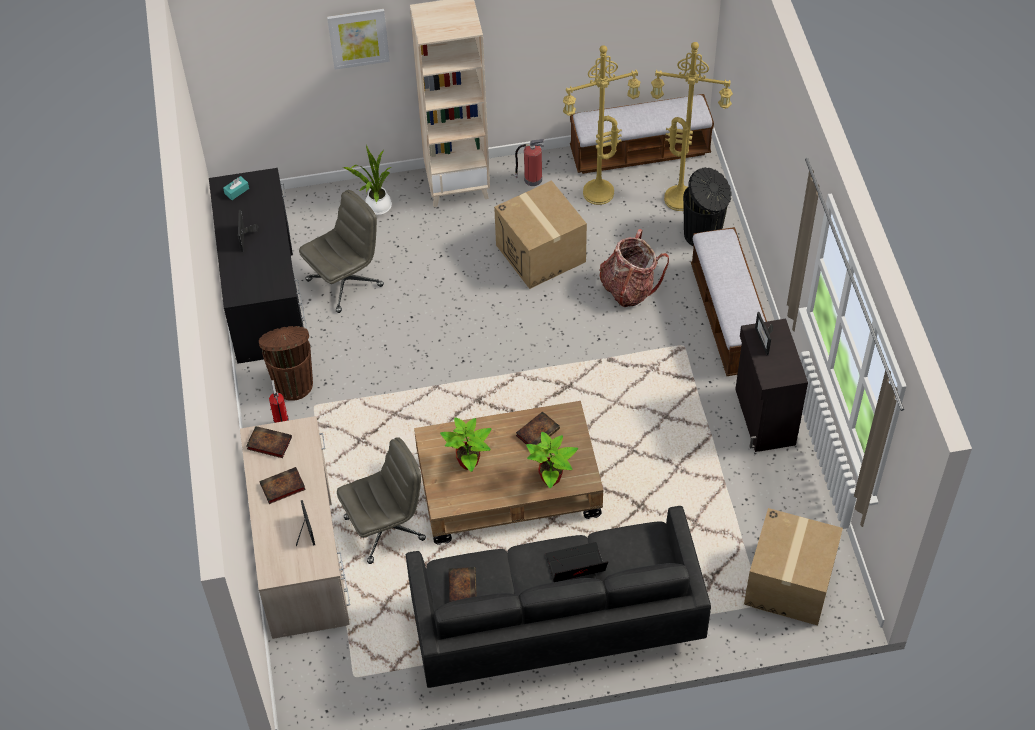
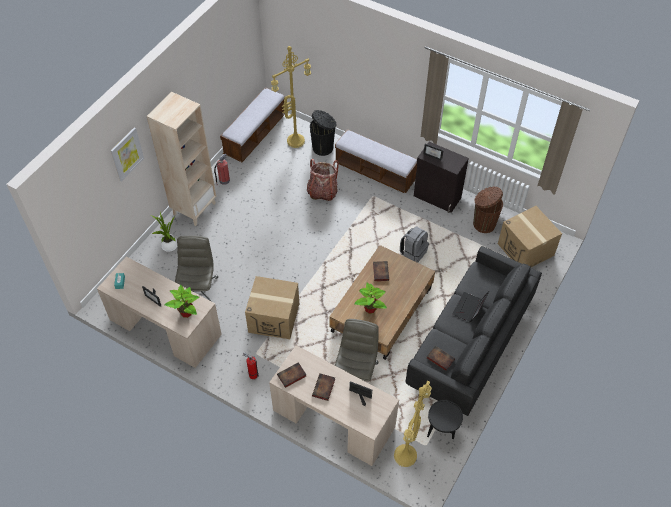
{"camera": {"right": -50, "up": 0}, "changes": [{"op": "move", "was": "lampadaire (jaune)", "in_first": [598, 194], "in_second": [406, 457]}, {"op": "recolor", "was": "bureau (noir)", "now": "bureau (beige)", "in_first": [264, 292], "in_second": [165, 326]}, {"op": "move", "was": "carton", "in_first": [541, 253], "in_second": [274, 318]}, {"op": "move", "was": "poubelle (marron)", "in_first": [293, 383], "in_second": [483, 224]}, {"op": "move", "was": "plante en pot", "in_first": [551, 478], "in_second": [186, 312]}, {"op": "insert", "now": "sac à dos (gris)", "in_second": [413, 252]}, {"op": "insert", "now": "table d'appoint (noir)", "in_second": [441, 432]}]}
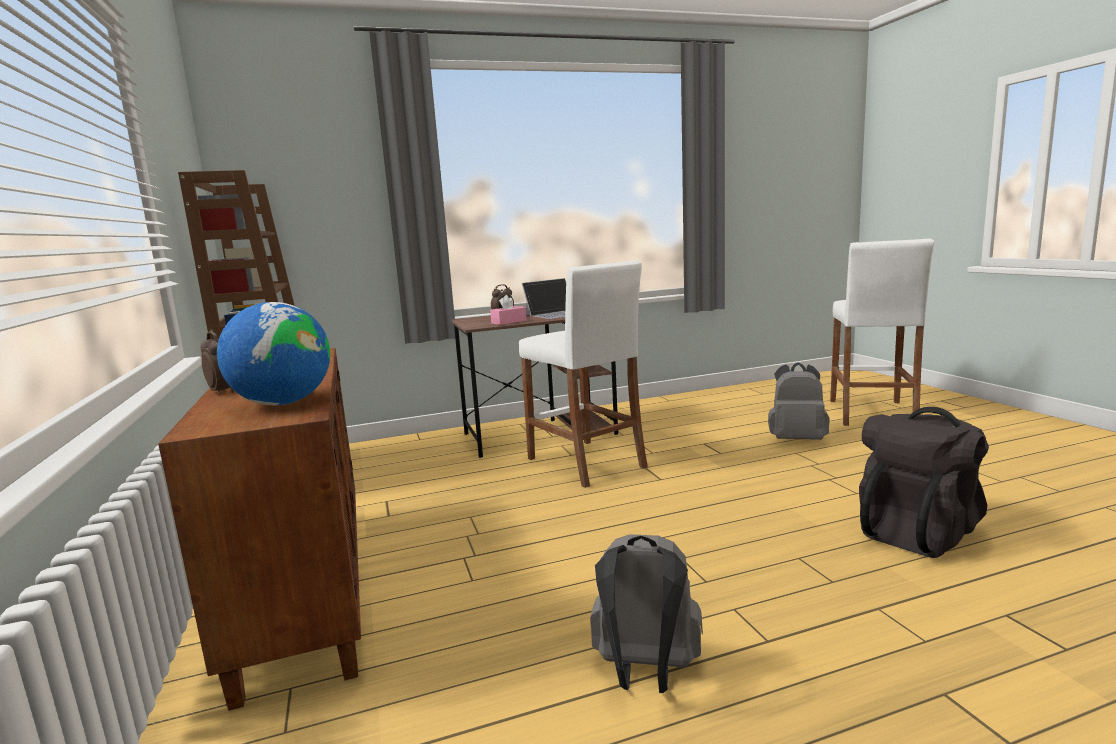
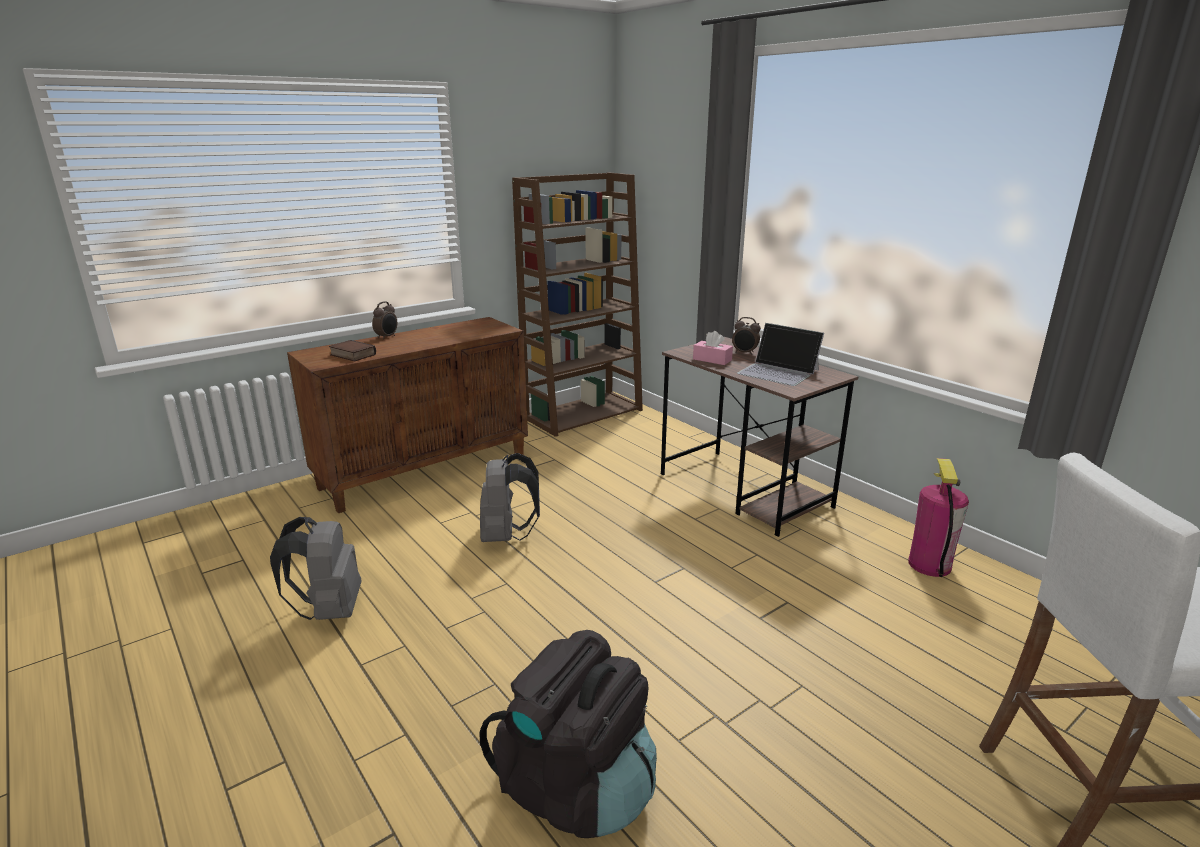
{"camera": {"right": 70, "up": 10}, "changes": [{"op": "delete", "was": "tabouret (blanc)", "in_first": [586, 463]}, {"op": "replace", "was": "globe", "now": "livre", "in_first": [283, 403], "in_second": [351, 355]}, {"op": "move", "was": "sac à dos (gris)", "in_first": [796, 440], "in_second": [506, 536]}, {"op": "insert", "now": "extincteur", "in_second": [929, 565]}]}
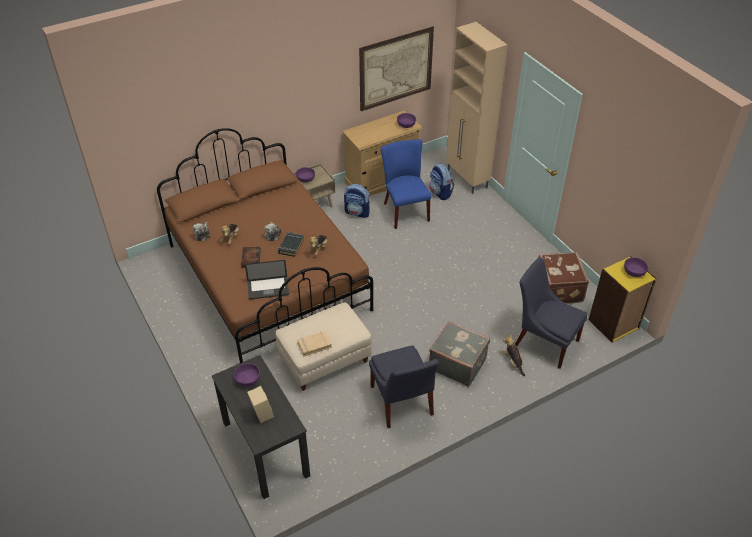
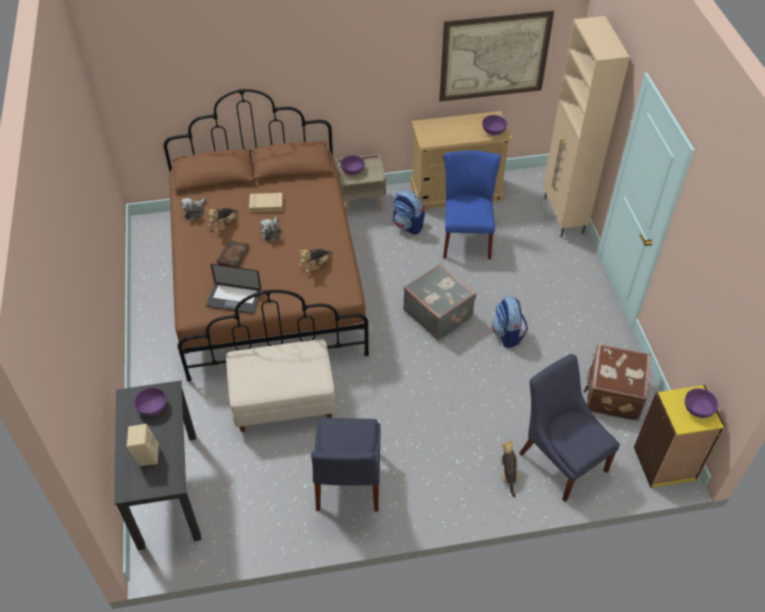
{"camera": {"right": 20, "up": 5}, "changes": [{"op": "move", "was": "sac à dos", "in_first": [440, 193], "in_second": [507, 334]}, {"op": "delete", "was": "livre (noir)", "in_first": [291, 246]}, {"op": "move", "was": "valise (gris)", "in_first": [457, 363], "in_second": [438, 313]}, {"op": "move", "was": "livre (beige)", "in_first": [314, 345], "in_second": [266, 204]}]}
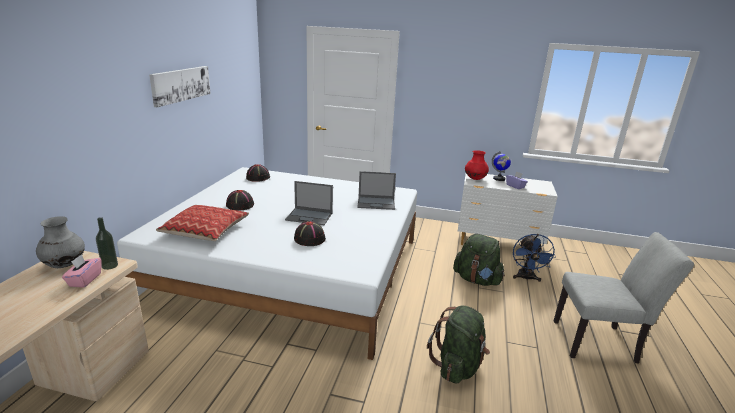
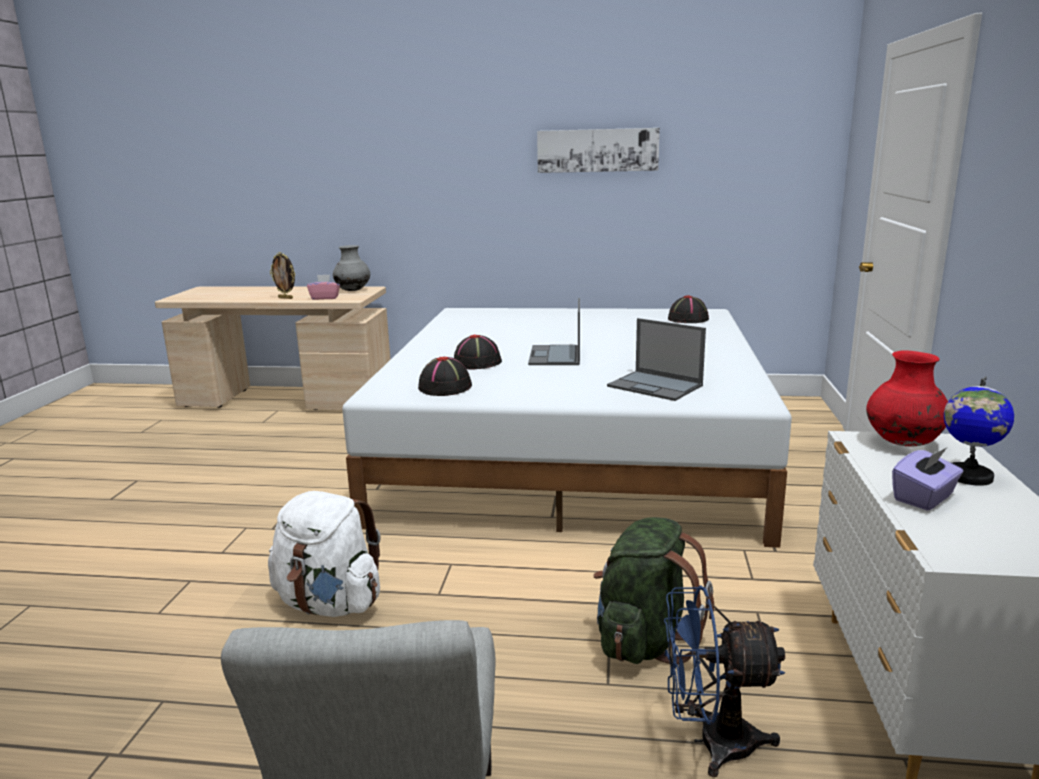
{"camera": {"right": 85, "up": -5}, "changes": [{"op": "rotate", "was": "ordinateur portable", "in_first": [376, 203], "in_second": [656, 386], "clockwise": -45}, {"op": "move", "was": "chapeau (noir)", "in_first": [239, 205], "in_second": [445, 387]}, {"op": "delete", "was": "coussin", "in_first": [205, 230]}, {"op": "delete", "was": "bouteille", "in_first": [110, 265]}, {"op": "recolor", "was": "sac à dos (vert)", "now": "sac à dos (blanc)", "in_first": [457, 366], "in_second": [330, 604]}, {"op": "insert", "now": "cadre photo", "in_second": [286, 298]}]}
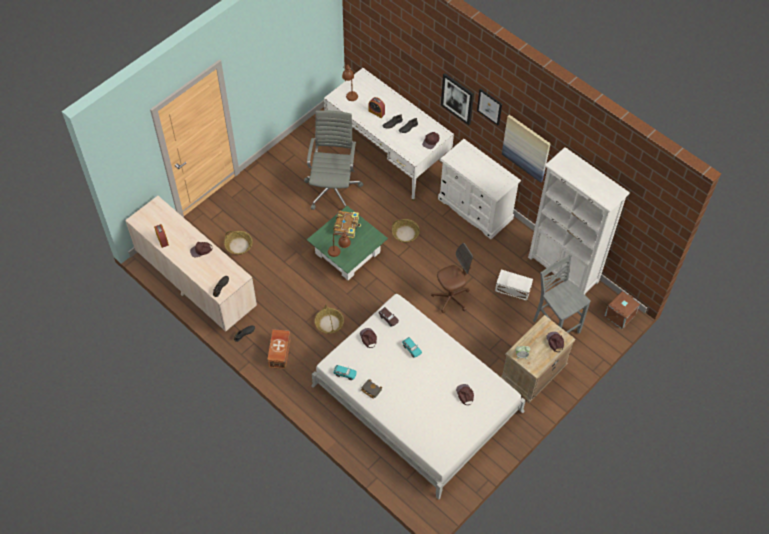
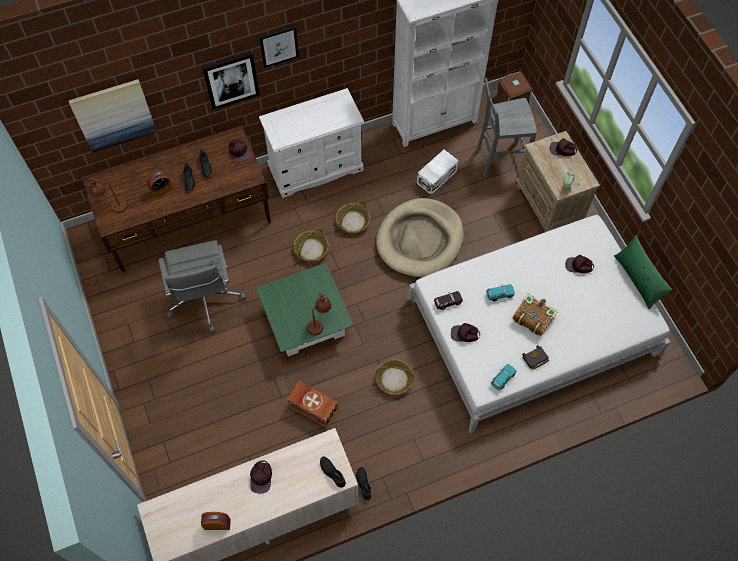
{"camera": {"right": -65, "up": 5}, "changes": [{"op": "recolor", "was": "bureau (blanc)", "now": "bureau (marron)", "in_first": [387, 153], "in_second": [188, 221]}, {"op": "rotate", "was": "chaise de bureau (gris)", "in_first": [333, 188], "in_second": [205, 299], "clockwise": -135}, {"op": "move", "was": "tableau", "in_first": [526, 148], "in_second": [113, 115]}, {"op": "move", "was": "livre", "in_first": [347, 226], "in_second": [533, 317]}, {"op": "move", "was": "panier", "in_first": [239, 245], "in_second": [353, 221]}, {"op": "replace", "was": "chaise de bureau (marron)", "now": "panier pour chien (beige)", "in_first": [451, 298], "in_second": [420, 240]}, {"op": "move", "was": "boîte de rangement (marron)", "in_first": [280, 352], "in_second": [313, 407]}, {"op": "insert", "now": "coussin (vert)", "in_second": [638, 279]}]}
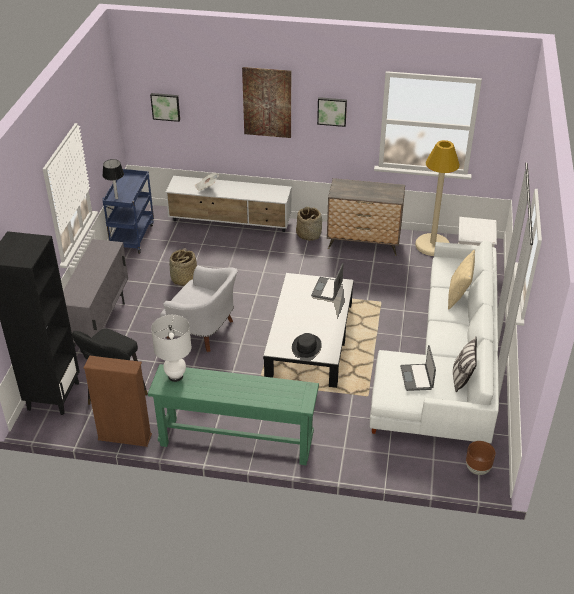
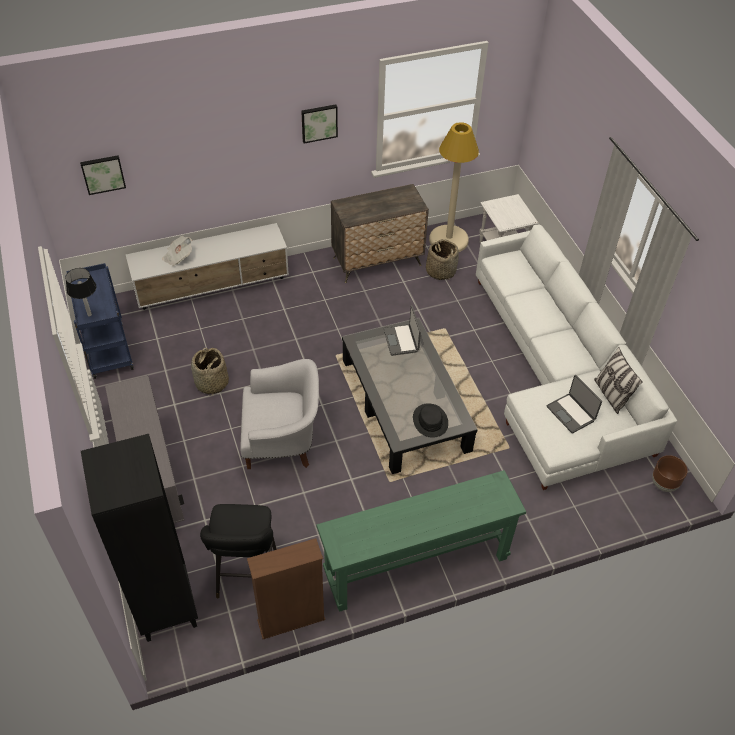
{"camera": {"right": -30, "up": 10}, "changes": [{"op": "delete", "was": "tableau", "in_first": [267, 102]}, {"op": "move", "was": "panier", "in_first": [309, 234], "in_second": [440, 271]}, {"op": "delete", "was": "coussin (beige)", "in_first": [458, 295]}, {"op": "delete", "was": "lampe de table (blanc)", "in_first": [175, 376]}]}
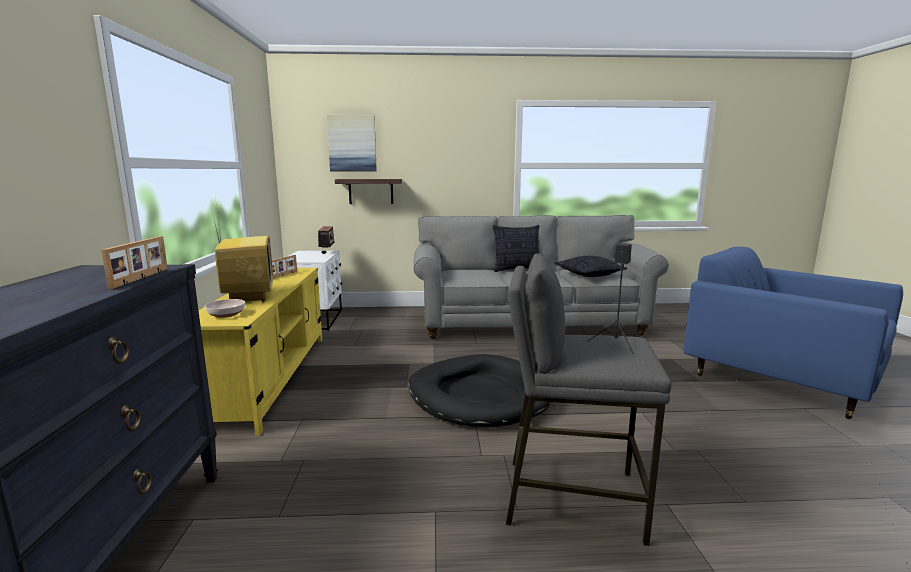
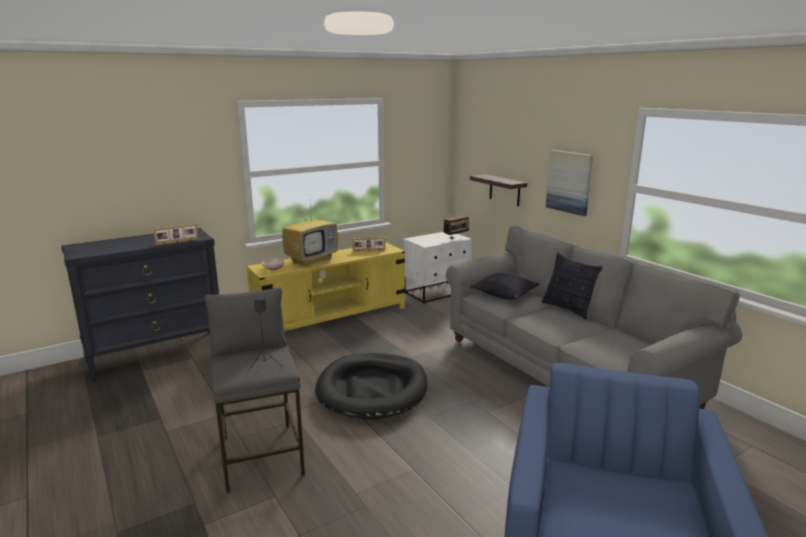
{"camera": {"right": 60, "up": 5}, "changes": [{"op": "move", "was": "tableau", "in_first": [352, 143], "in_second": [569, 182]}, {"op": "move", "was": "coussin", "in_first": [589, 275], "in_second": [504, 294]}]}
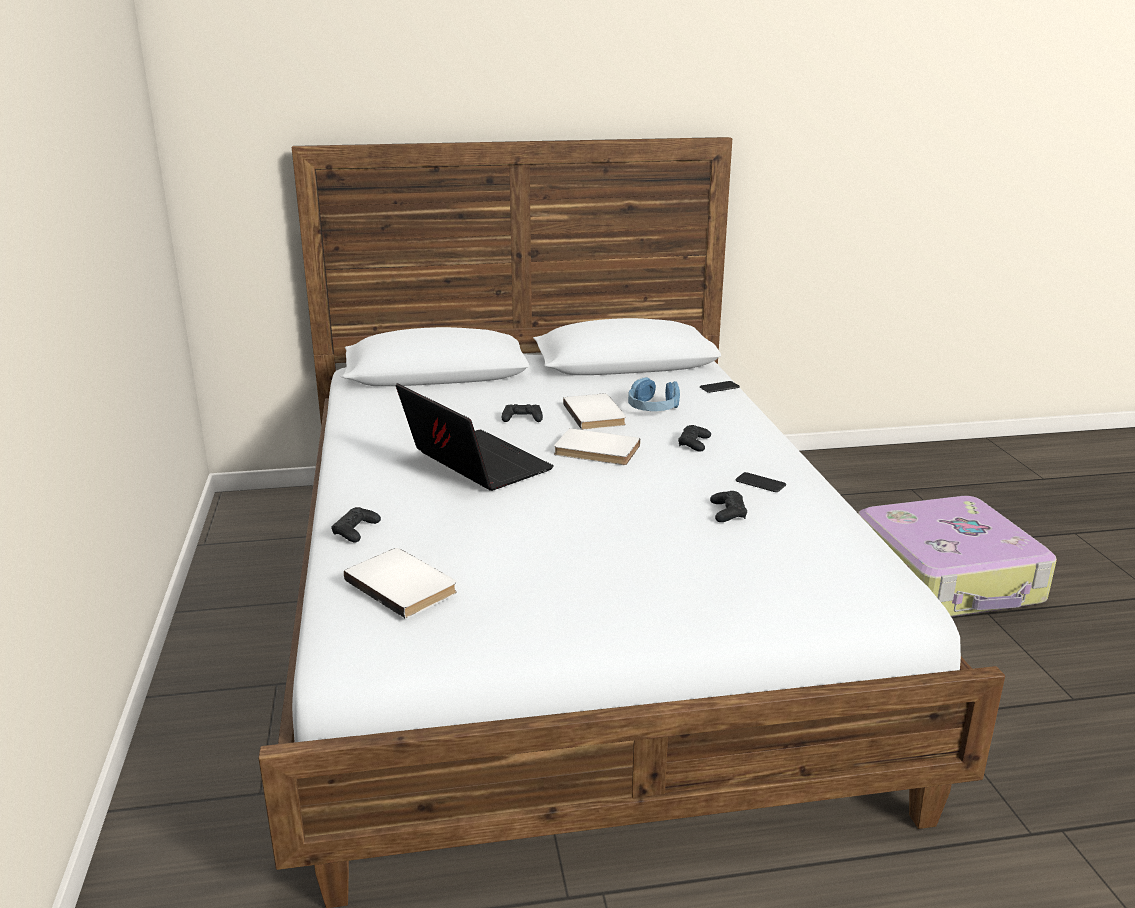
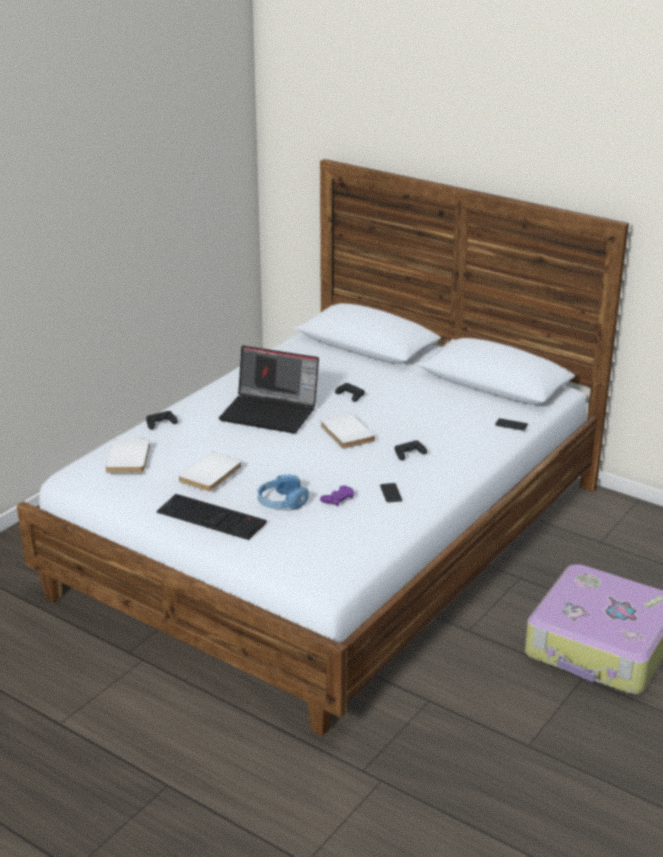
{"camera": {"right": 45, "up": 5}, "changes": [{"op": "move", "was": "casque audio (bleu)", "in_first": [653, 408], "in_second": [281, 502]}, {"op": "rotate", "was": "ordinateur portable", "in_first": [473, 464], "in_second": [271, 412], "clockwise": 105}, {"op": "move", "was": "livre (blanc)", "in_first": [596, 414], "in_second": [212, 474]}, {"op": "recolor", "was": "manette (noir)", "now": "manette (violet)", "in_first": [728, 512], "in_second": [338, 499]}, {"op": "insert", "now": "clavier", "in_second": [213, 517]}]}
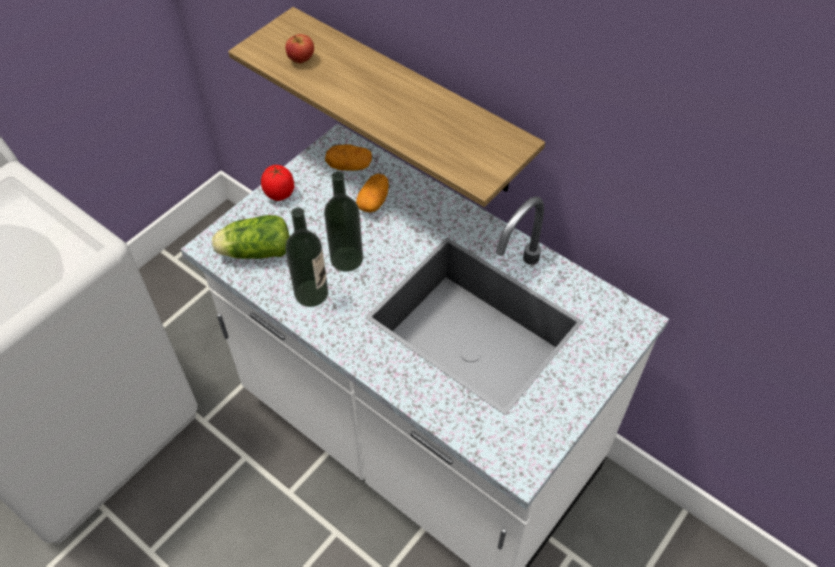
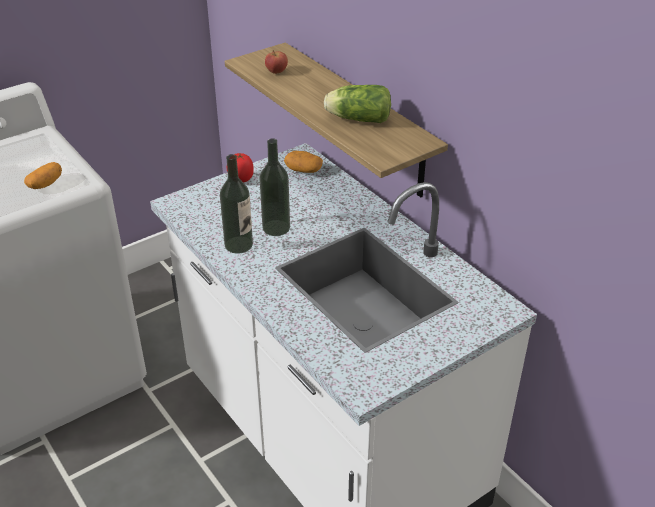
{"camera": {"right": 15, "up": -15}, "changes": [{"op": "move", "was": "pomme de terre", "in_first": [374, 201], "in_second": [45, 184]}, {"op": "move", "was": "laitue", "in_first": [253, 251], "in_second": [356, 119]}]}
